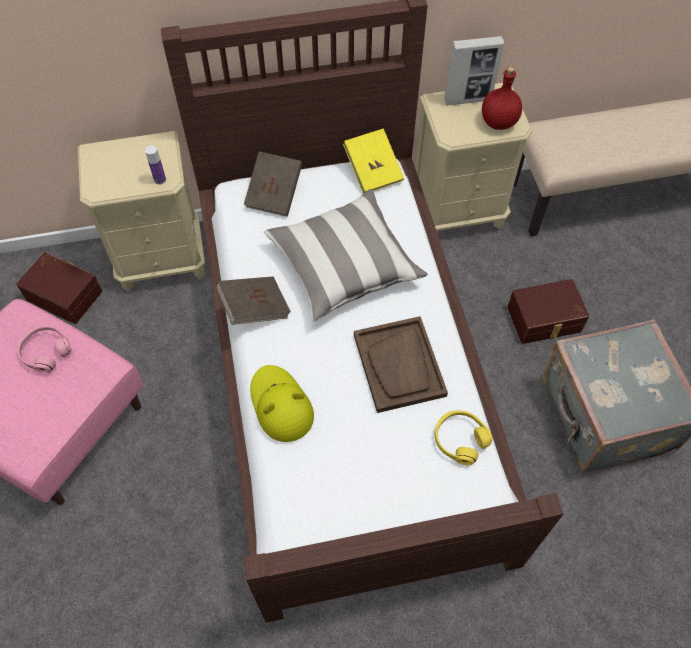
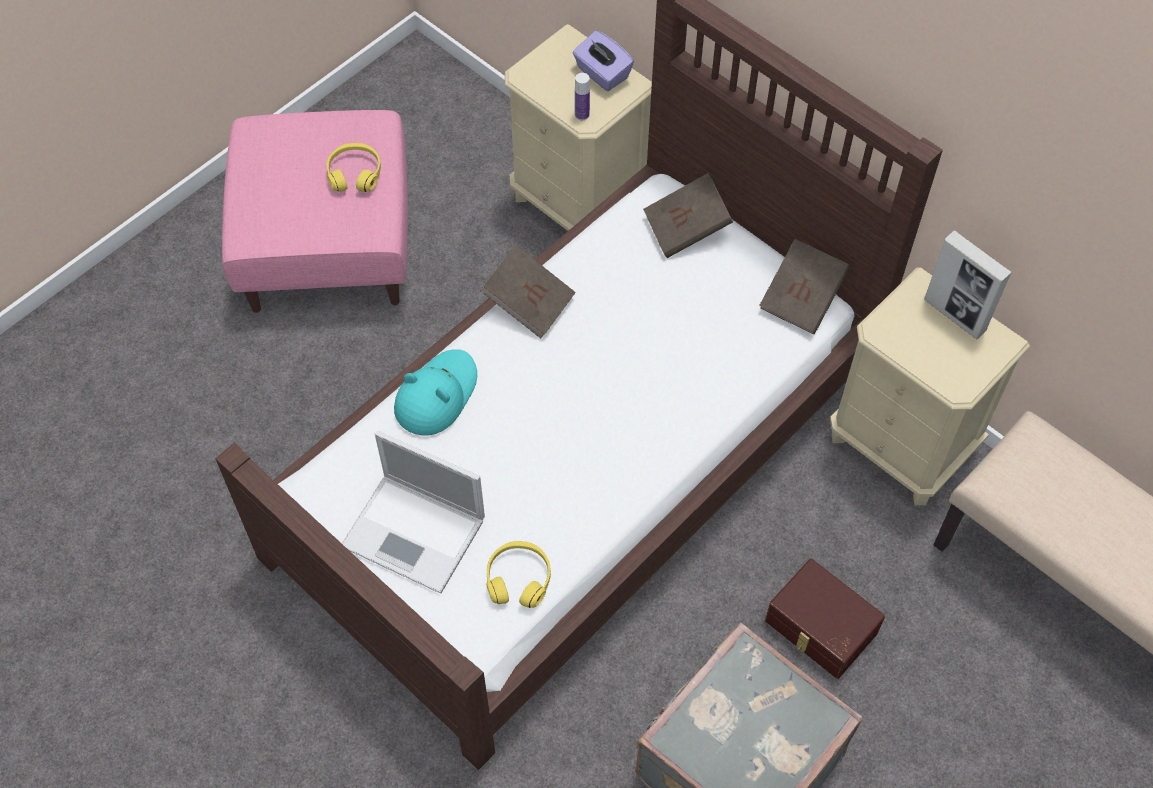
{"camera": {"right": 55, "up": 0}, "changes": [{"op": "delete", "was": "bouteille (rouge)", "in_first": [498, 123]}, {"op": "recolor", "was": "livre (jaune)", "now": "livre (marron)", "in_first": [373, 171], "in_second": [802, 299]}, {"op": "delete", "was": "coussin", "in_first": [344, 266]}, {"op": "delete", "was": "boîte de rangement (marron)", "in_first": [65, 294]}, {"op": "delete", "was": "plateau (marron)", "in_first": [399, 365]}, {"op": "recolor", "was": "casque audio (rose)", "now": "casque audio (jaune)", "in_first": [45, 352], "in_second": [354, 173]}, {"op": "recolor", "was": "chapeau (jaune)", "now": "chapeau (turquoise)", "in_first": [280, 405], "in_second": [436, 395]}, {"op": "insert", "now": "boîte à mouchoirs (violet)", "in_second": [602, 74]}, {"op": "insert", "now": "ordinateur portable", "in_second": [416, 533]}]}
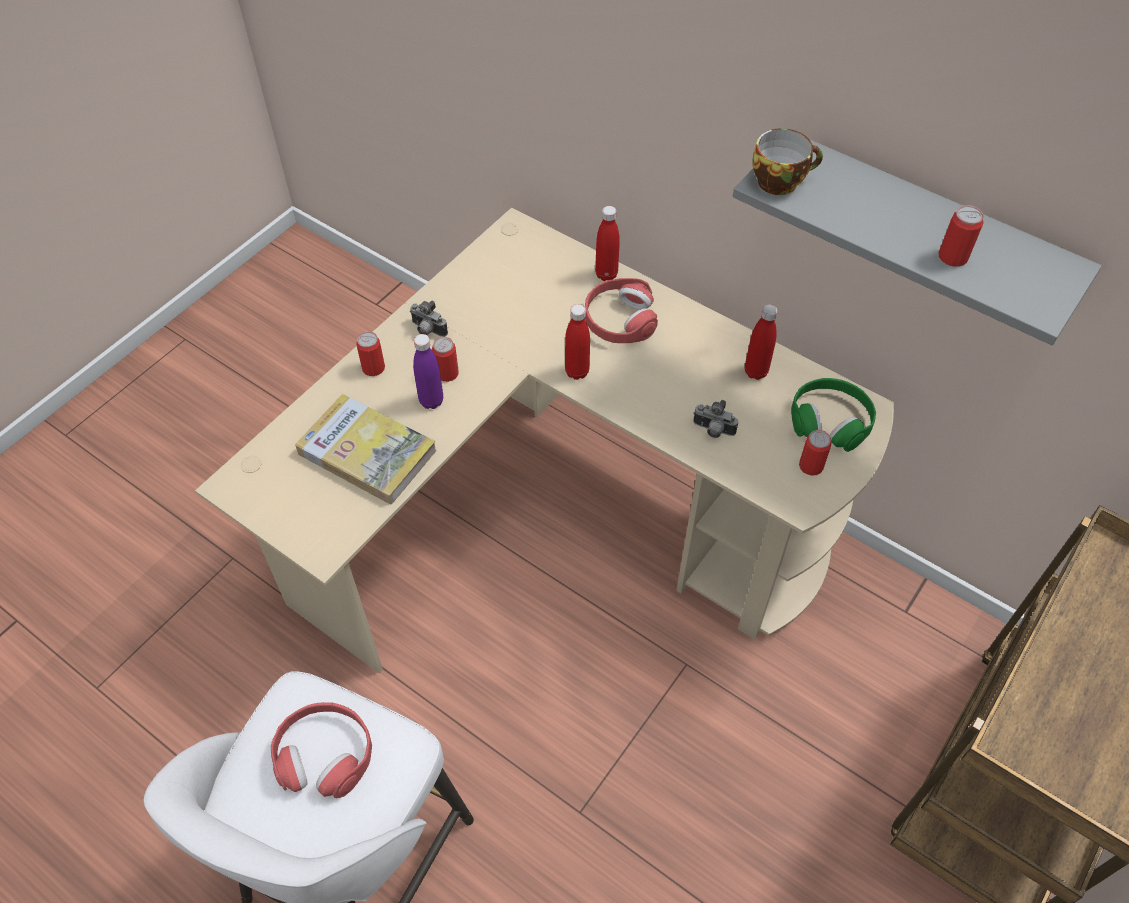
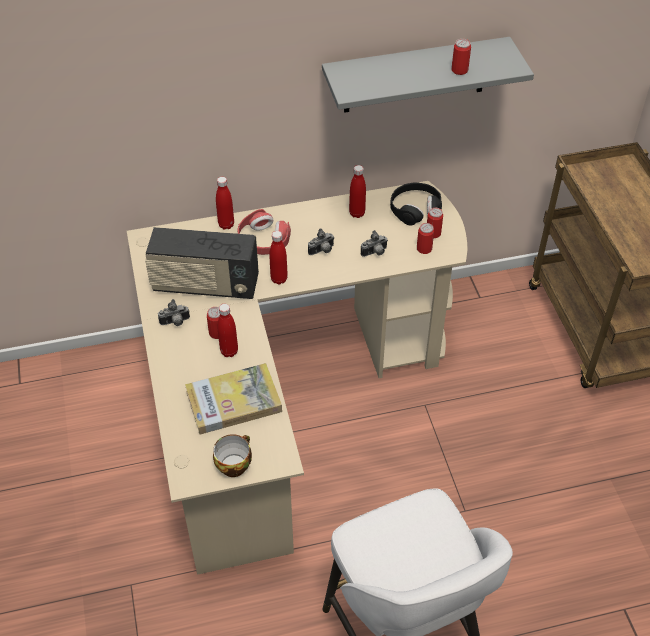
{"camera": {"right": -50, "up": -5}, "changes": [{"op": "move", "was": "tasse", "in_first": [780, 181], "in_second": [234, 464]}, {"op": "move", "was": "boîte métallique", "in_first": [373, 368], "in_second": [424, 249]}, {"op": "recolor", "was": "bouteille (violet)", "now": "bouteille (rouge)", "in_first": [431, 401], "in_second": [229, 351]}, {"op": "recolor", "was": "casque audio (vert)", "now": "casque audio (noir)", "in_first": [830, 421], "in_second": [415, 208]}, {"op": "delete", "was": "casque audio (rouge)", "in_first": [325, 755]}, {"op": "insert", "now": "radio", "in_second": [205, 285]}, {"op": "insert", "now": "appareil photo", "in_second": [322, 251]}]}
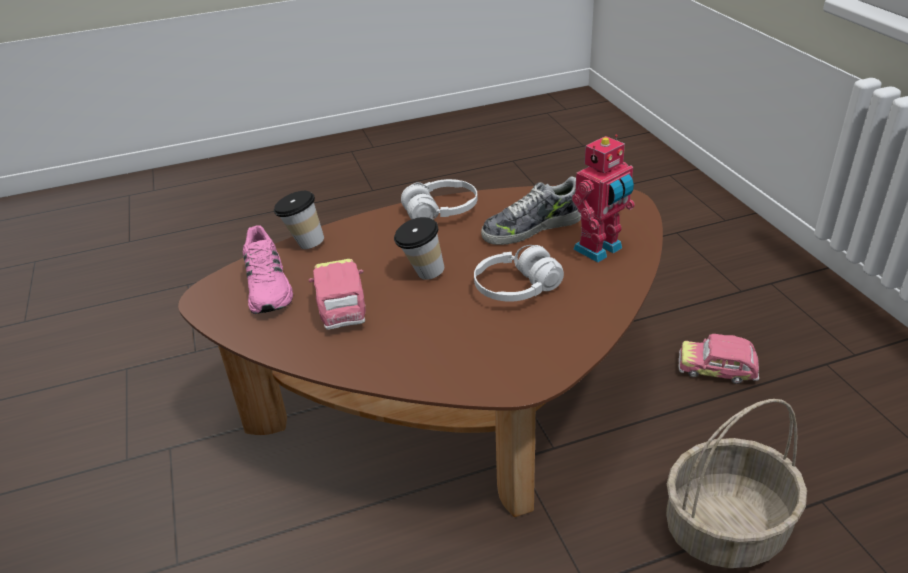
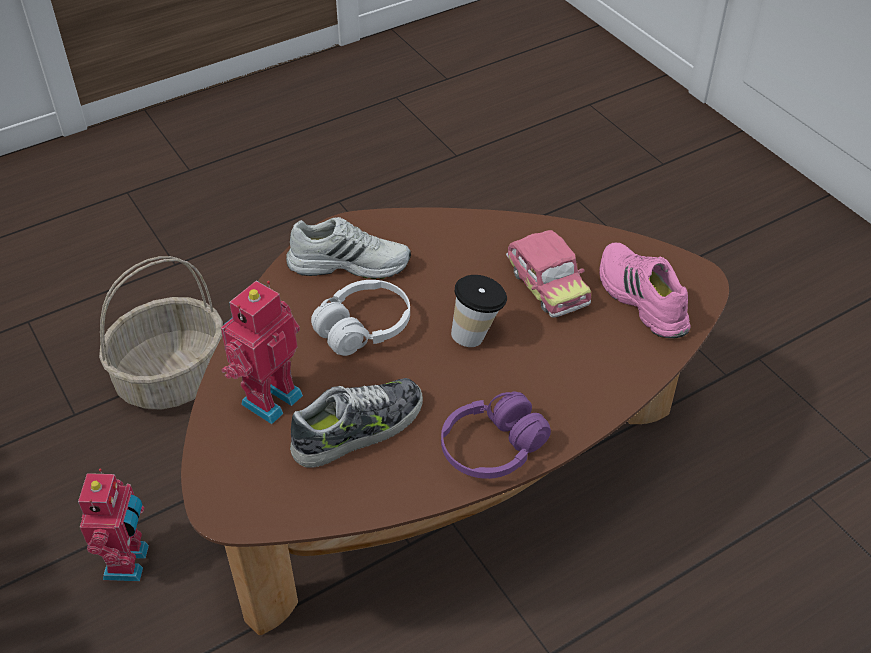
{"camera": {"right": 165, "up": 10}, "changes": [{"op": "recolor", "was": "casque audio (blanc)", "now": "casque audio (violet)", "in_first": [441, 211], "in_second": [492, 448]}, {"op": "delete", "was": "tasse", "in_first": [303, 244]}, {"op": "replace", "was": "petite voiture", "now": "robot jouet", "in_first": [716, 370], "in_second": [130, 562]}, {"op": "insert", "now": "chaussure (blanc)", "in_second": [349, 263]}]}
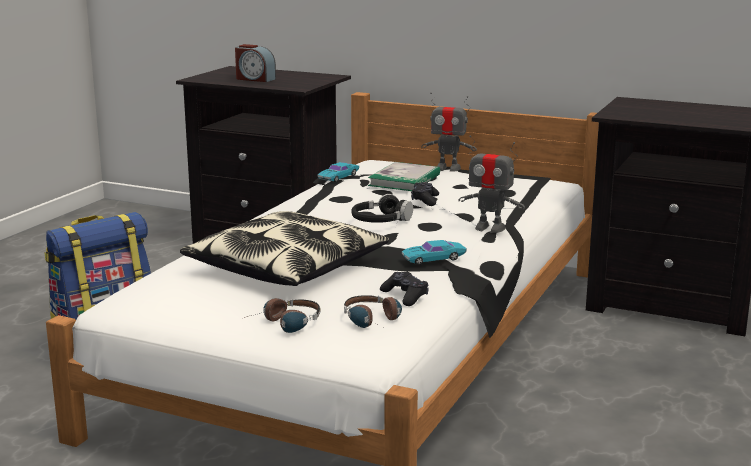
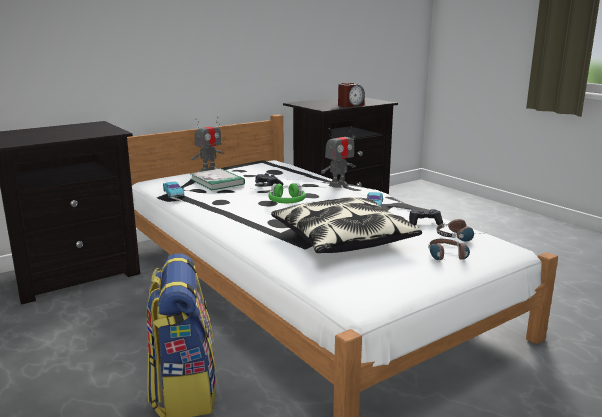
{"camera": {"right": -60, "up": 0}, "changes": [{"op": "move", "was": "réveil", "in_first": [255, 79], "in_second": [350, 105]}, {"op": "recolor", "was": "casque audio (noir)", "now": "casque audio (vert)", "in_first": [380, 220], "in_second": [286, 201]}]}
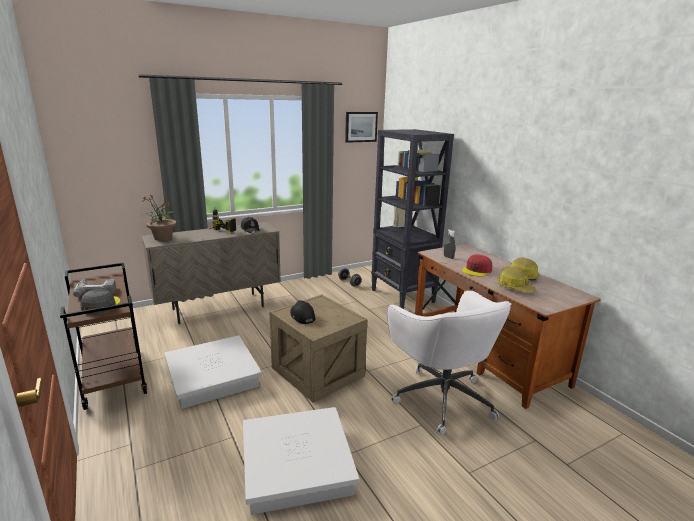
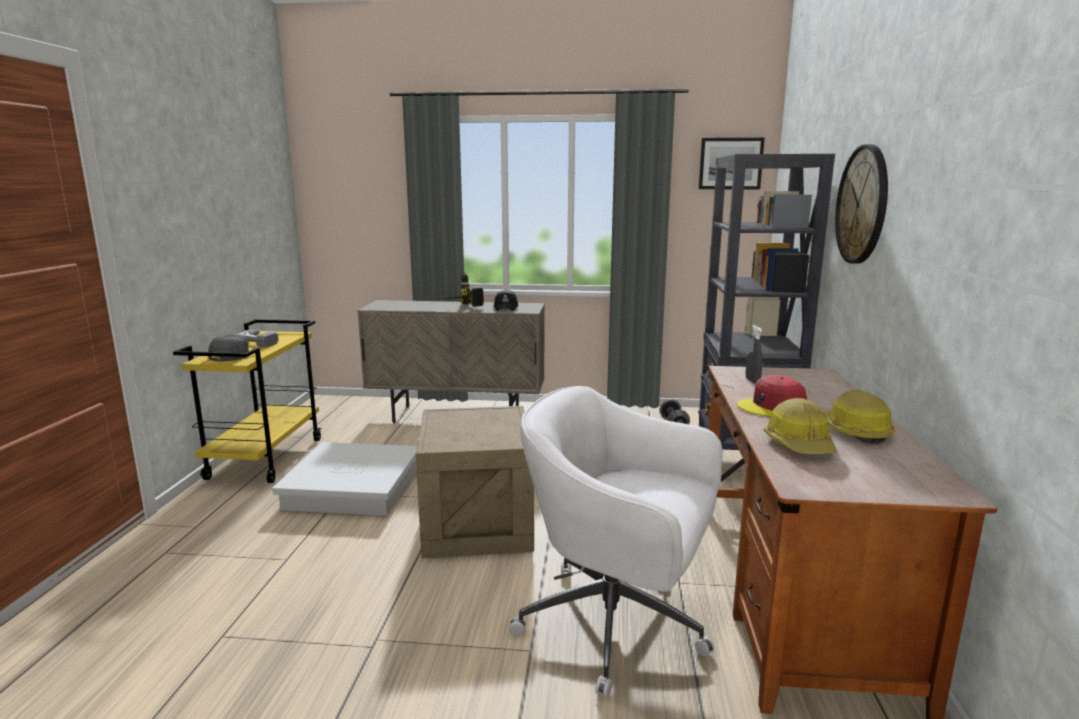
{"camera": {"right": 35, "up": -5}, "changes": [{"op": "delete", "was": "plante en pot", "in_first": [163, 238]}, {"op": "recolor", "was": "chariot (marron)", "now": "chariot (jaune)", "in_first": [113, 377], "in_second": [266, 458]}, {"op": "rotate", "was": "chaise de bureau (blanc)", "in_first": [441, 397], "in_second": [617, 625], "clockwise": 105}, {"op": "delete", "was": "casquette (noir)", "in_first": [301, 316]}, {"op": "delete", "was": "boîte de rangement (blanc)", "in_first": [296, 464]}, {"op": "insert", "now": "horloge murale", "in_second": [862, 205]}]}
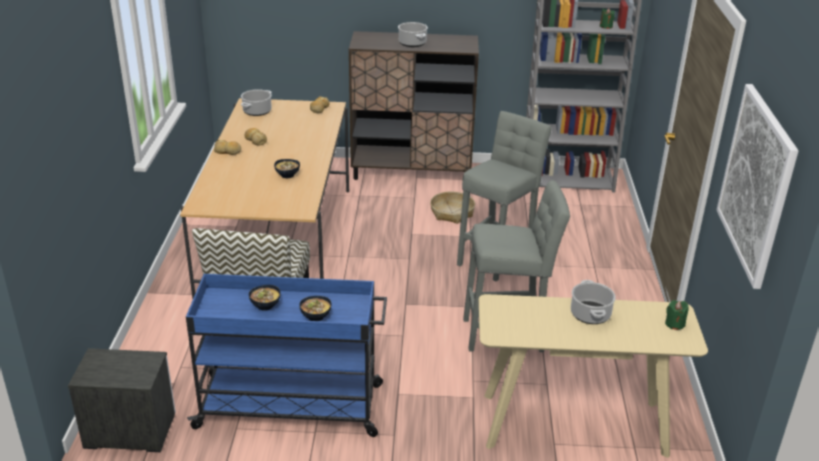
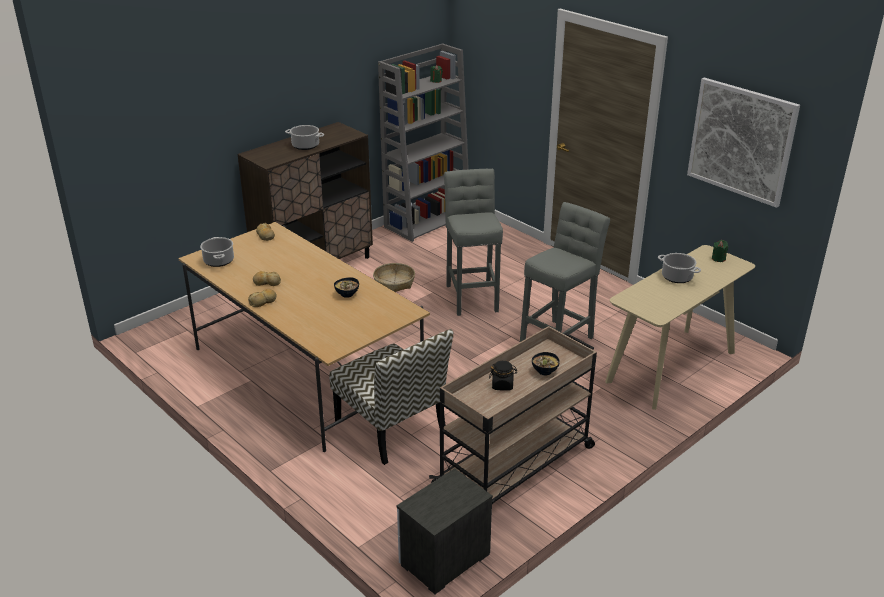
{"camera": {"right": -45, "up": 0}, "changes": [{"op": "recolor", "was": "chariot (bleu)", "now": "chariot (beige)", "in_first": [292, 406], "in_second": [516, 466]}, {"op": "replace", "was": "bol", "now": "bocal (noir)", "in_first": [265, 306], "in_second": [502, 385]}]}
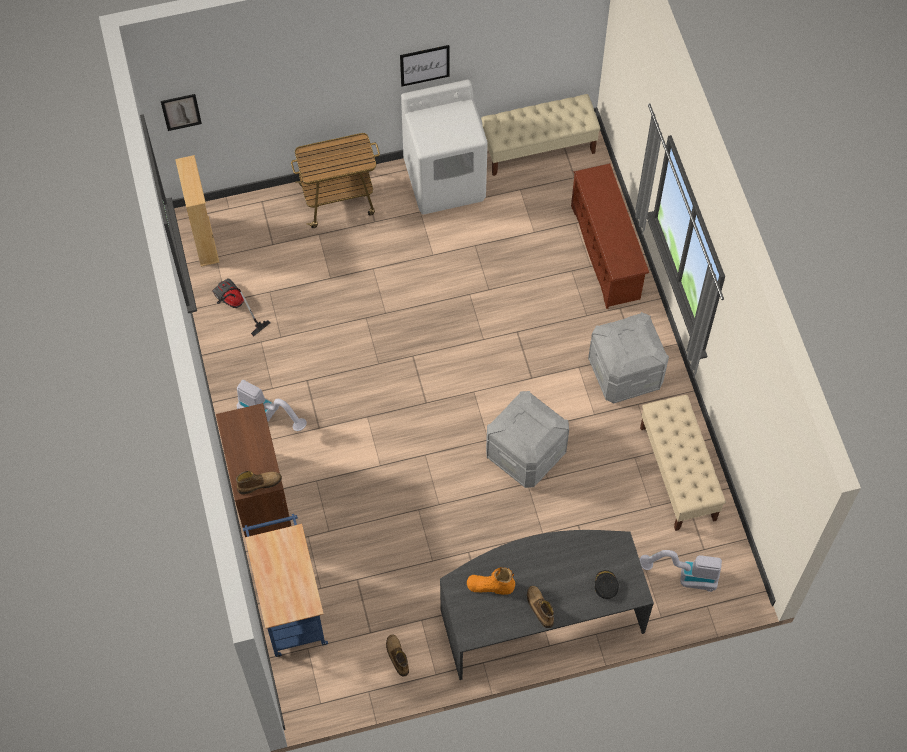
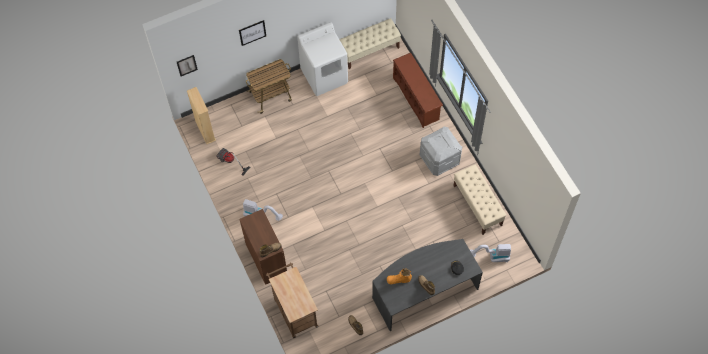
{"camera": {"right": -10, "up": 0}, "changes": [{"op": "move", "was": "tableau", "in_first": [424, 65], "in_second": [252, 32]}, {"op": "delete", "was": "boîte de rangement (gris)", "in_first": [526, 453]}, {"op": "recolor", "was": "chariot (bleu)", "now": "chariot (marron)", "in_first": [290, 605], "in_second": [294, 310]}]}
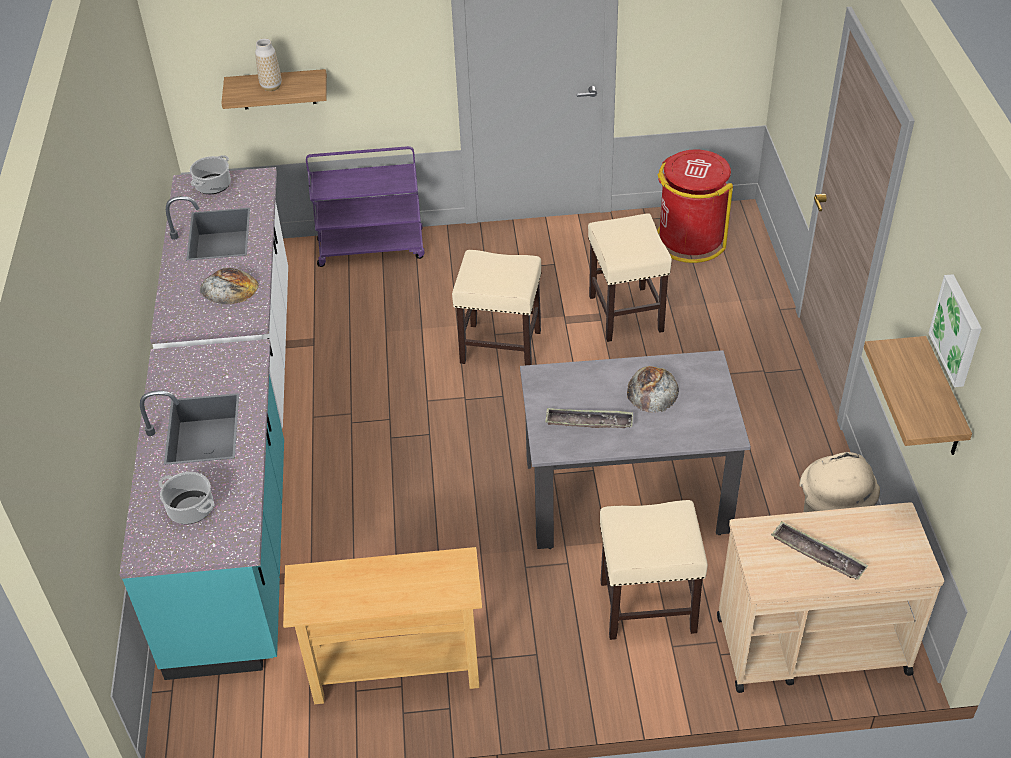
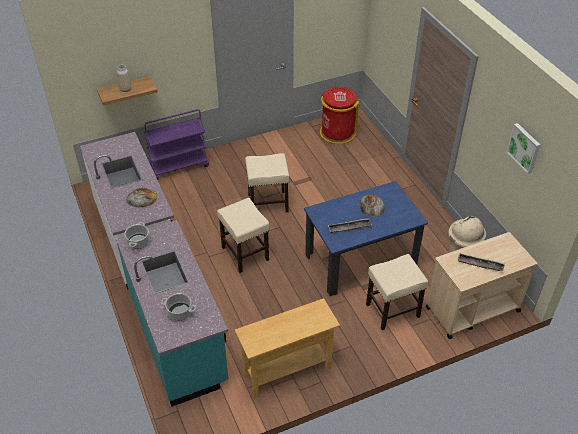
{"camera": {"right": -20, "up": 0}, "changes": [{"op": "move", "was": "marmite", "in_first": [213, 185], "in_second": [138, 242]}, {"op": "move", "was": "tabouret (beige)", "in_first": [625, 313], "in_second": [244, 253]}, {"op": "delete", "was": "étagère", "in_first": [943, 401]}, {"op": "recolor", "was": "table à manger (gris)", "now": "table à manger (bleu)", "in_first": [626, 495], "in_second": [360, 261]}]}
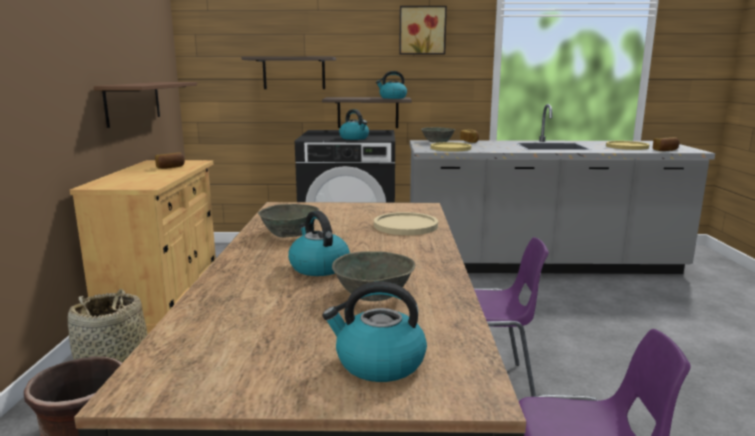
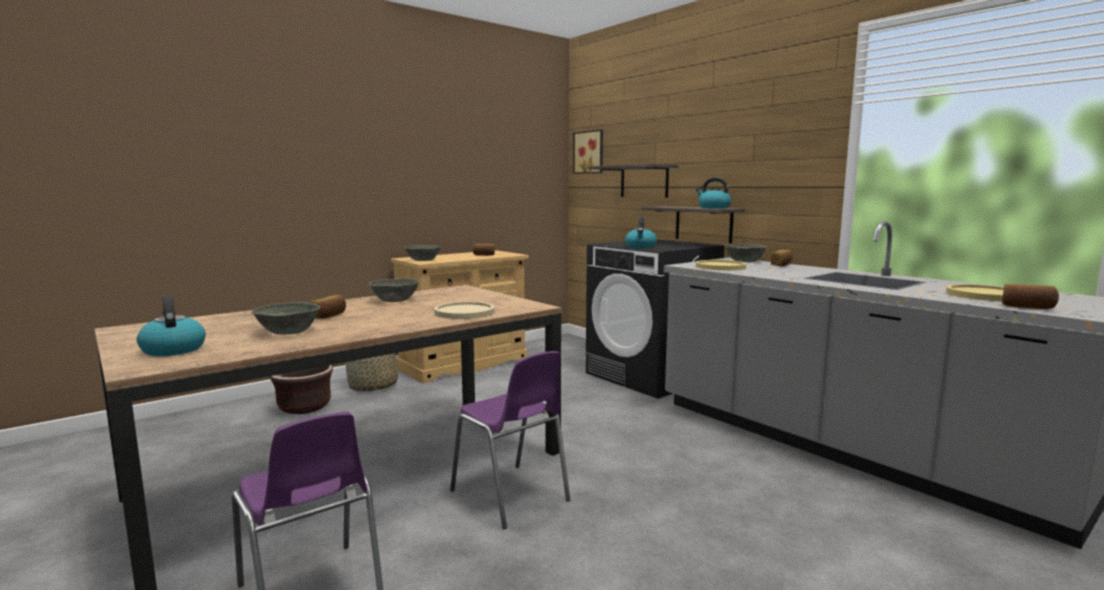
{"camera": {"right": 50, "up": -5}, "changes": [{"op": "move", "was": "tableau", "in_first": [422, 30], "in_second": [589, 152]}, {"op": "delete", "was": "étagère (marron)", "in_first": [133, 102]}, {"op": "replace", "was": "bouilloire", "now": "pain", "in_first": [318, 267], "in_second": [329, 316]}, {"op": "insert", "now": "bol (gris)", "in_second": [423, 260]}]}
